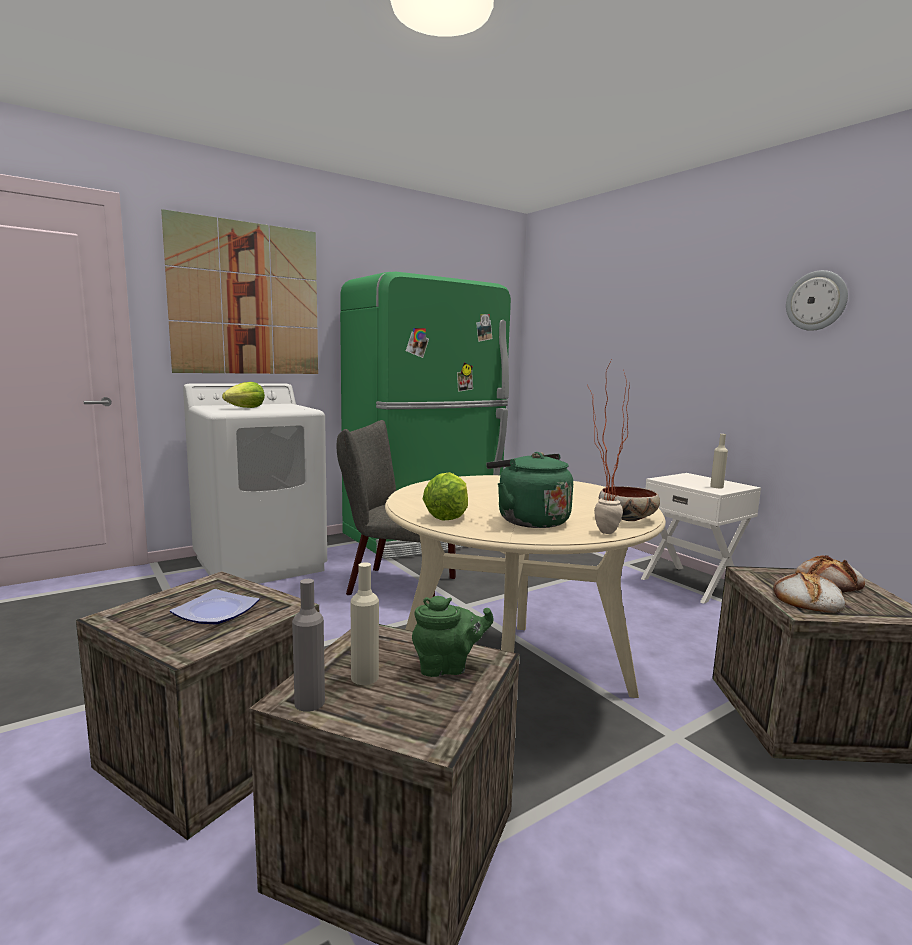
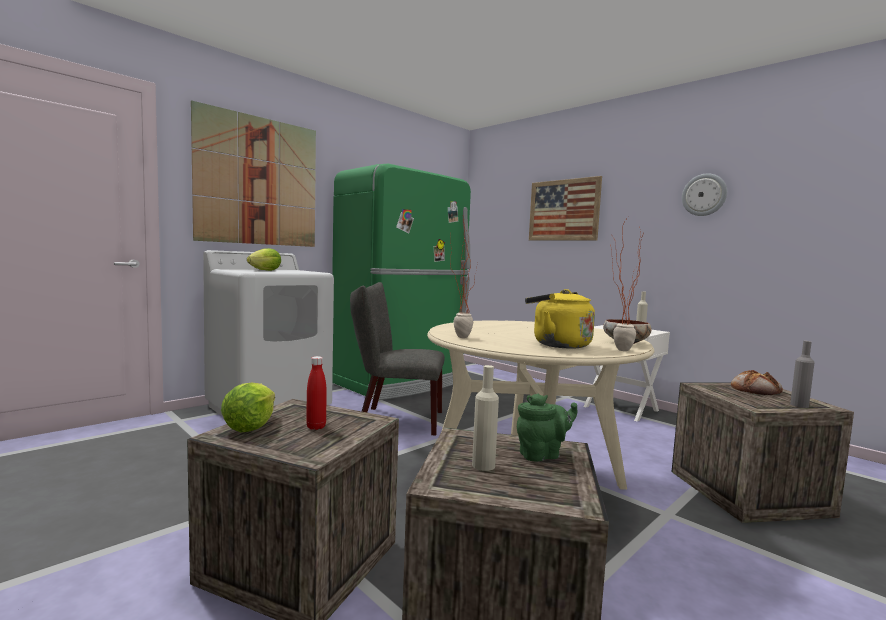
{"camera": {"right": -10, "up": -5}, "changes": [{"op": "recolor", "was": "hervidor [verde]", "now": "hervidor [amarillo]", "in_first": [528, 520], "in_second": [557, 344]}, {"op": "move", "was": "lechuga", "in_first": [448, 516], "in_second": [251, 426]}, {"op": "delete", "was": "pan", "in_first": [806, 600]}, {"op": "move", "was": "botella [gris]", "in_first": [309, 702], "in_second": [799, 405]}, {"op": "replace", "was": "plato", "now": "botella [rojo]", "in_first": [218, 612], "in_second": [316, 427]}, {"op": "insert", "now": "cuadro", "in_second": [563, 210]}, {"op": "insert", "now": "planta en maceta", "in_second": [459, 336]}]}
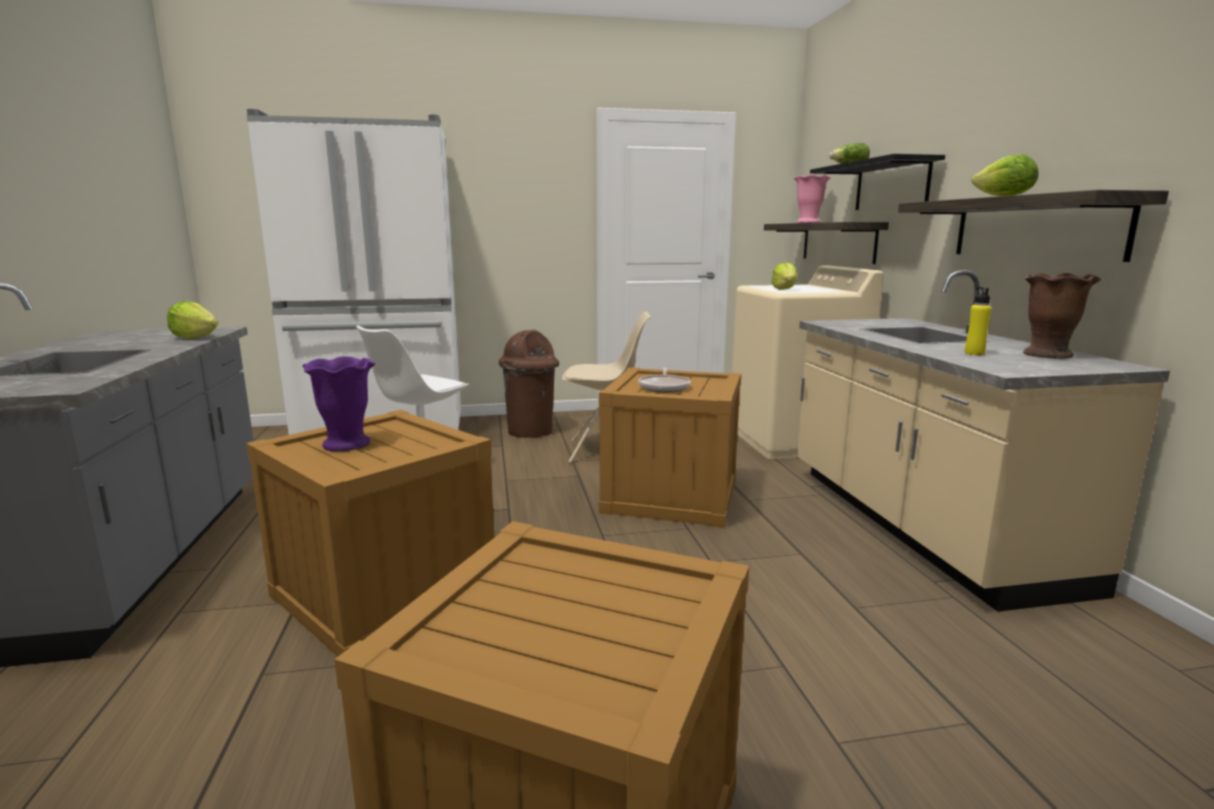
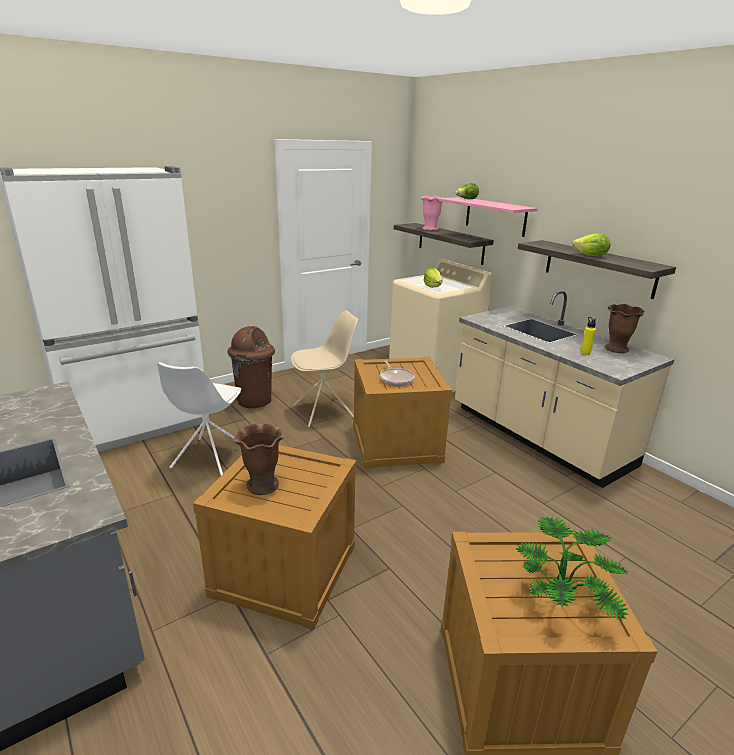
{"camera": {"right": -25, "up": 10}, "changes": [{"op": "recolor", "was": "estante [negro]", "now": "estante [rosa]", "in_first": [891, 185], "in_second": [495, 216]}, {"op": "delete", "was": "lechuga", "in_first": [195, 338]}, {"op": "recolor", "was": "florero [morado]", "now": "florero [marrón]", "in_first": [347, 444], "in_second": [262, 485]}, {"op": "insert", "now": "planta en maceta", "in_second": [564, 598]}]}
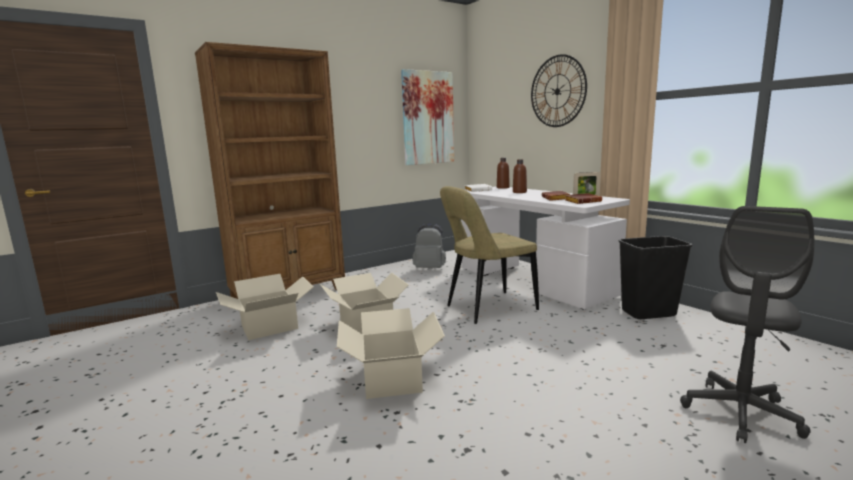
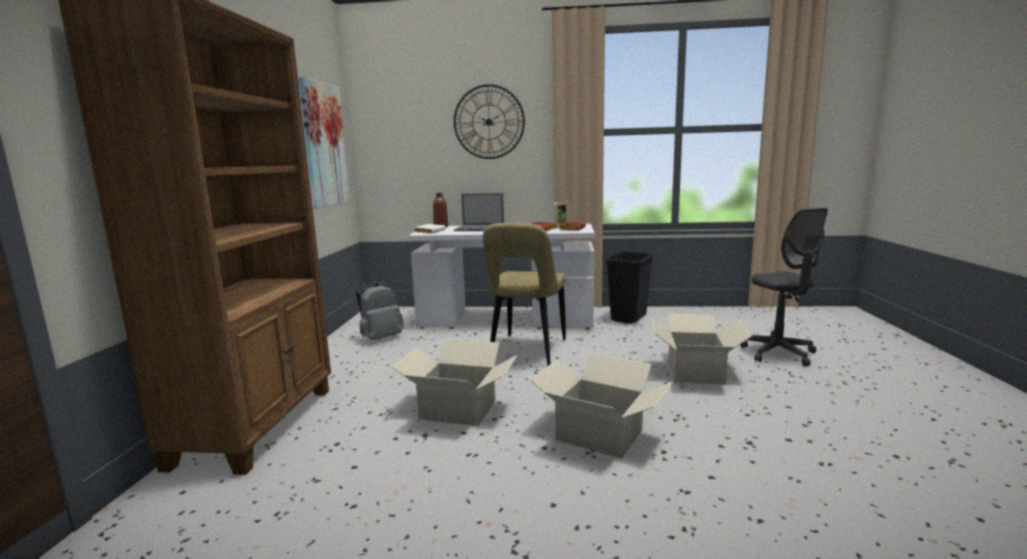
{"camera": {"right": -50, "up": 0}, "changes": [{"op": "replace", "was": "botella [marrón]", "now": "portátil", "in_first": [519, 192], "in_second": [480, 228]}, {"op": "move", "was": "caja de cartón", "in_first": [269, 327], "in_second": [696, 372]}]}
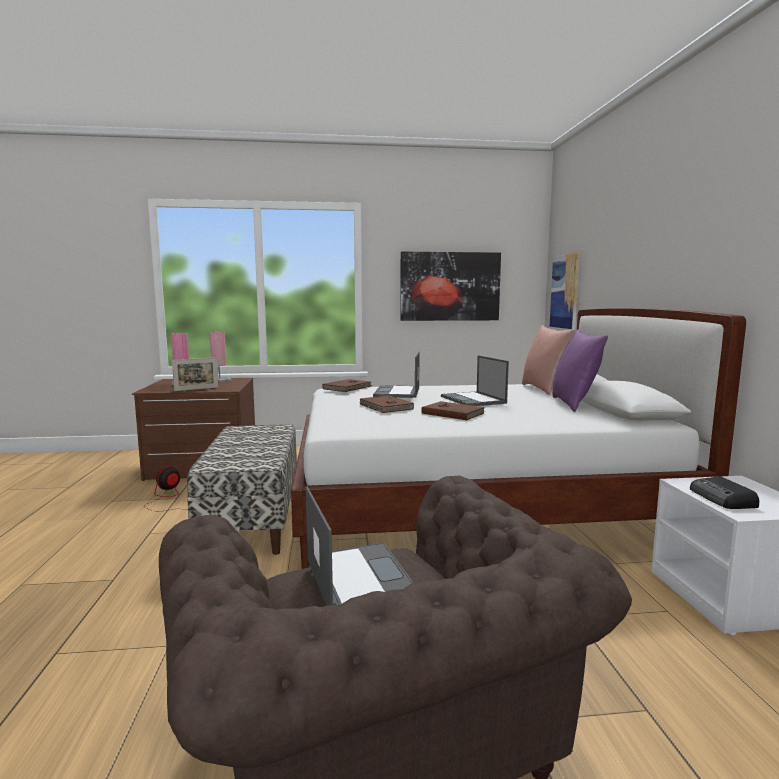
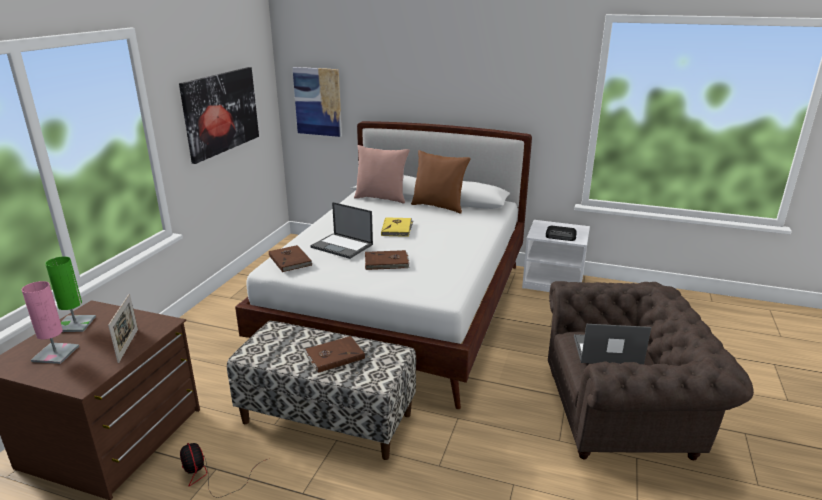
{"camera": {"right": -65, "up": 15}, "changes": [{"op": "recolor", "was": "cojín [morado]", "now": "cojín [marrón]", "in_first": [574, 404], "in_second": [439, 206]}, {"op": "recolor", "was": "lámpara de mesa [rosa]", "now": "lámpara de mesa [verde]", "in_first": [219, 380], "in_second": [75, 324]}, {"op": "replace", "was": "portátil", "now": "libro [amarillo]", "in_first": [473, 400], "in_second": [397, 228]}, {"op": "move", "was": "libro [marrón]", "in_first": [452, 413], "in_second": [334, 356]}]}
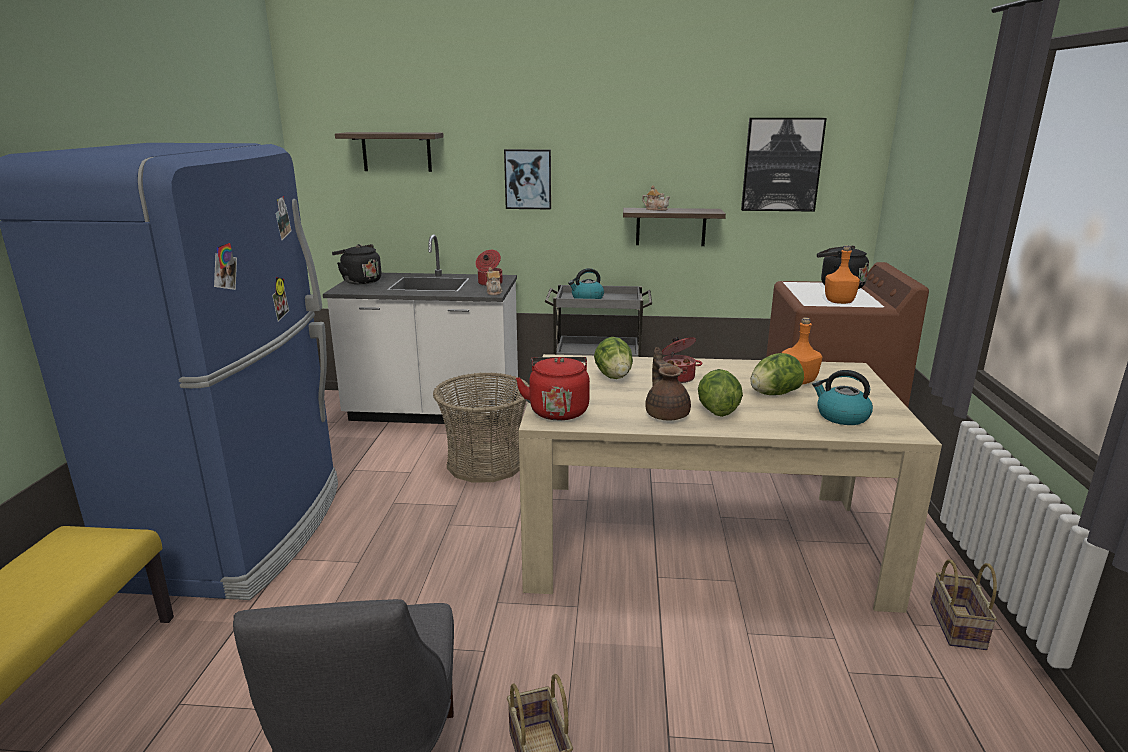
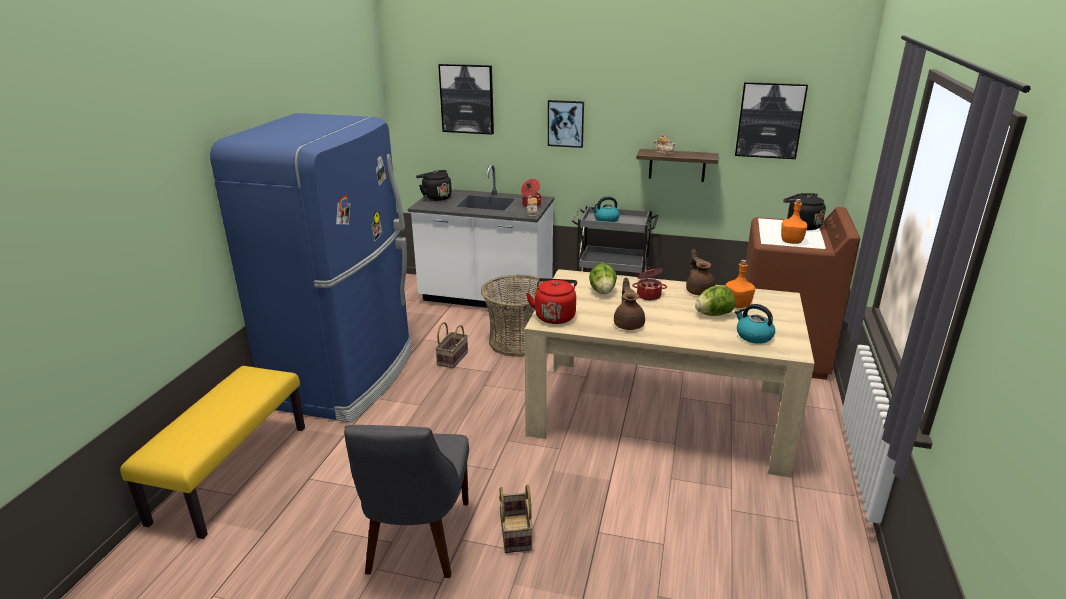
{"camera": {"right": 10, "up": 5}, "changes": [{"op": "replace", "was": "estante", "now": "cuadro", "in_first": [396, 152], "in_second": [467, 99]}, {"op": "delete", "was": "lechuga", "in_first": [716, 411]}, {"op": "move", "was": "cesta", "in_first": [955, 624], "in_second": [452, 358]}, {"op": "insert", "now": "tetera [marrón]", "in_second": [699, 291]}]}
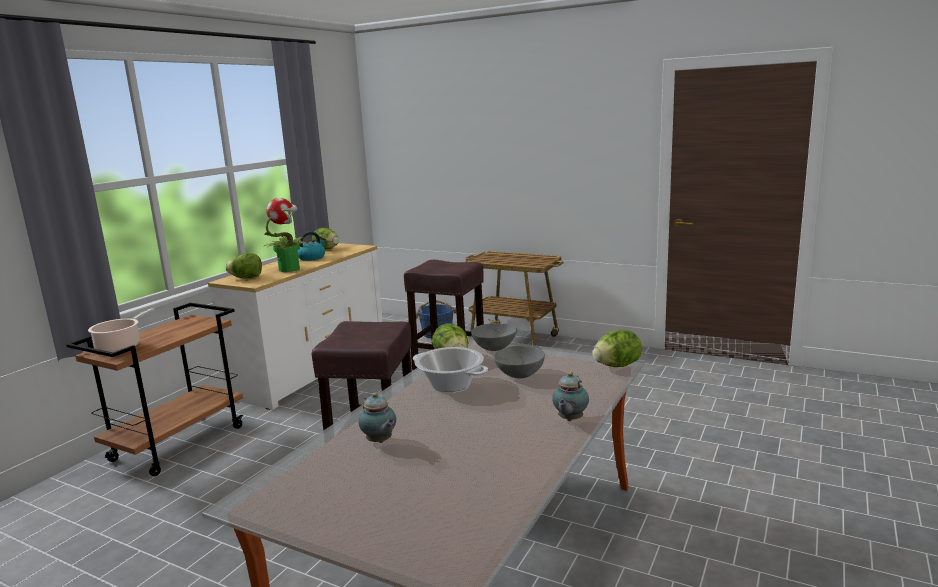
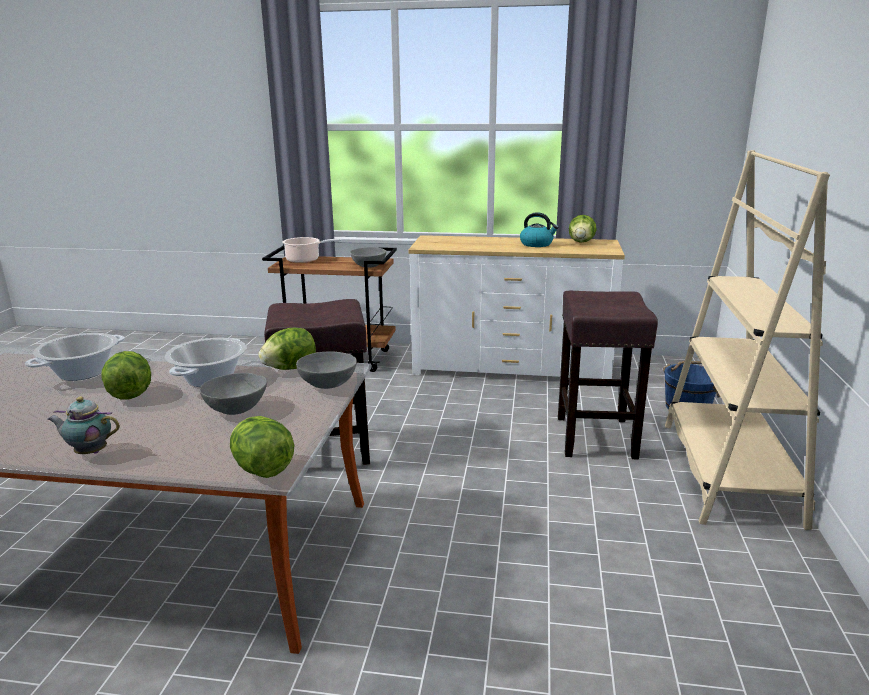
{"camera": {"right": 70, "up": 5}, "changes": [{"op": "delete", "was": "planta en maceta", "in_first": [289, 269]}, {"op": "replace", "was": "carrito", "now": "estantería [beis]", "in_first": [515, 341], "in_second": [728, 472]}, {"op": "move", "was": "lechuga", "in_first": [246, 278], "in_second": [130, 394]}, {"op": "replace", "was": "tetera", "now": "olla", "in_first": [379, 442], "in_second": [82, 373]}, {"op": "insert", "now": "cuenco [gris]", "in_second": [368, 266]}]}
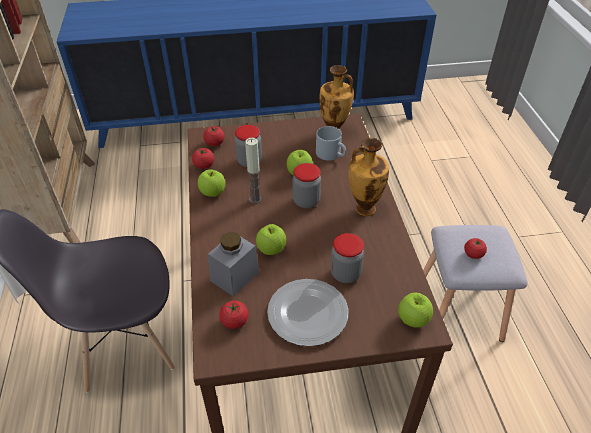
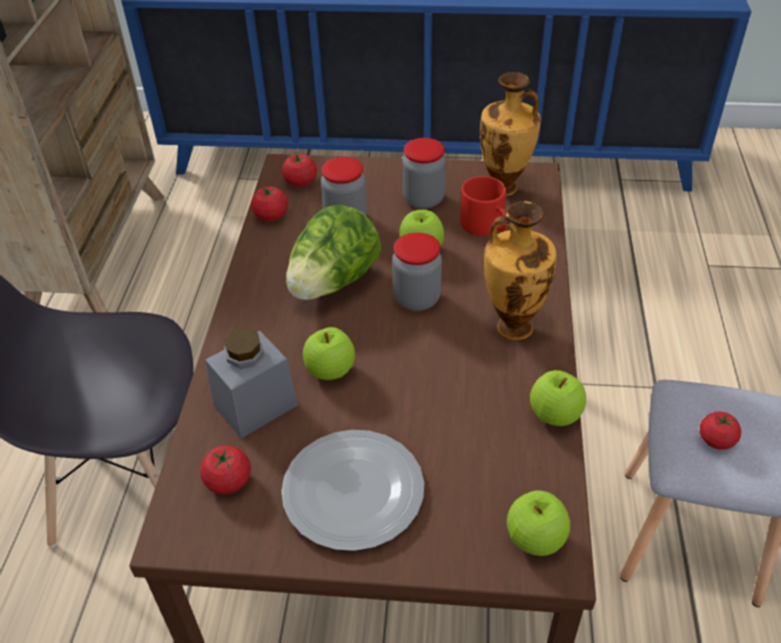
{"camera": {"right": 15, "up": 0}, "changes": [{"op": "recolor", "was": "taza grande [gris]", "now": "taza grande [rojo]", "in_first": [331, 154], "in_second": [487, 226]}, {"op": "replace", "was": "vela", "now": "lechuga", "in_first": [255, 199], "in_second": [333, 282]}, {"op": "move", "was": "manzana", "in_first": [212, 193], "in_second": [554, 415]}, {"op": "move", "was": "tarro", "in_first": [345, 274], "in_second": [423, 199]}]}
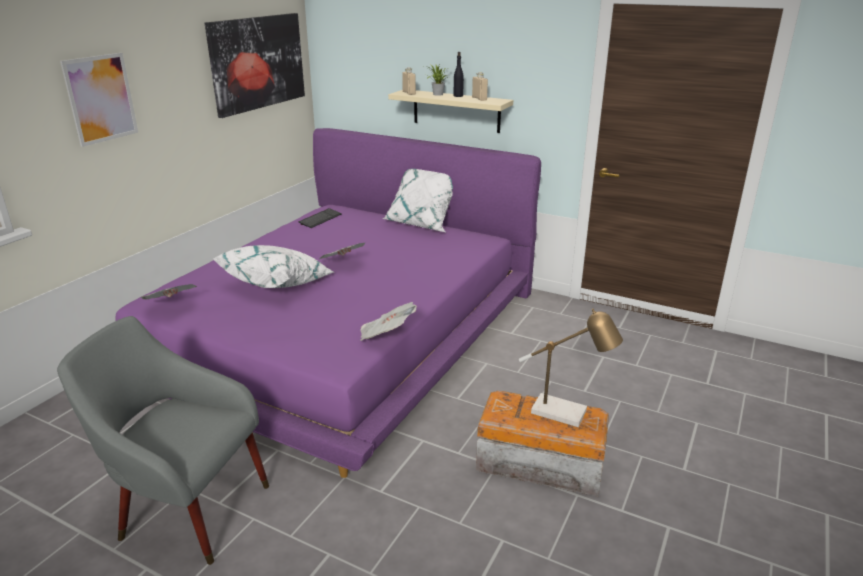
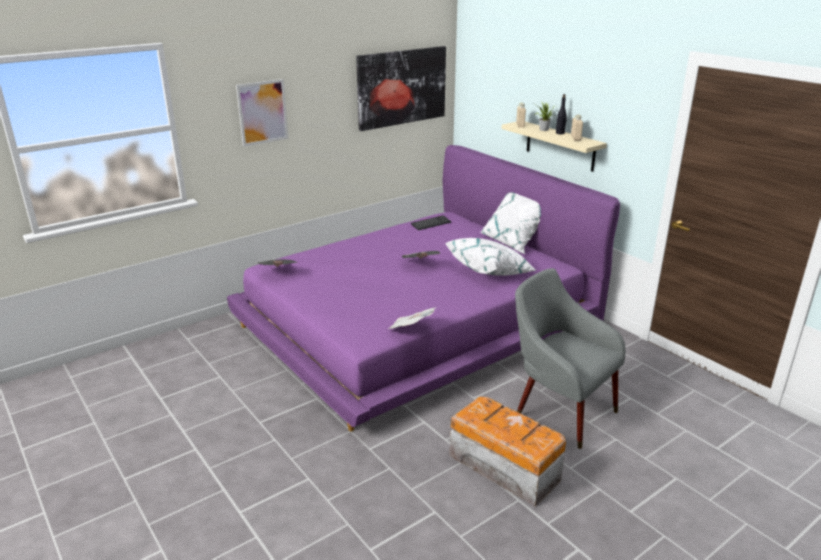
{"camera": {"right": 25, "up": 0}, "changes": [{"op": "move", "was": "cojín [blanco]", "in_first": [278, 284], "in_second": [490, 271]}, {"op": "delete", "was": "lámpara de mesa", "in_first": [566, 413]}, {"op": "move", "was": "sillón [gris]", "in_first": [188, 508], "in_second": [560, 410]}]}
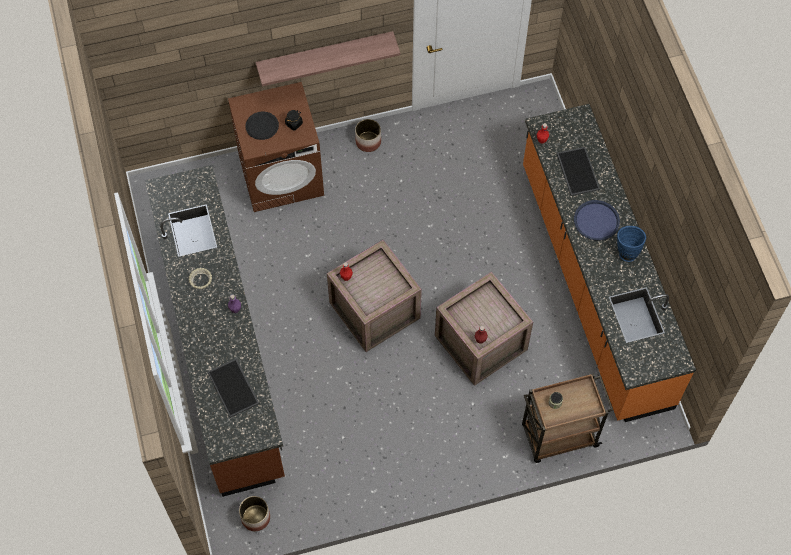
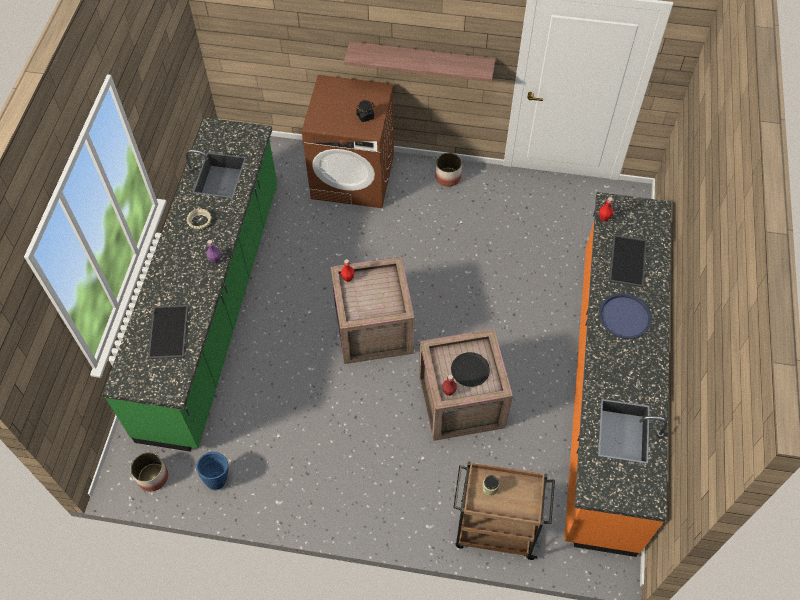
{"camera": {"right": 25, "up": -5}, "changes": [{"op": "move", "was": "plato [negro]", "in_first": [262, 126], "in_second": [470, 370]}, {"op": "recolor", "was": "mueble bajo de cocina [marrón]", "now": "mueble bajo de cocina [verde]", "in_first": [222, 349], "in_second": [214, 306]}, {"op": "move", "was": "florero [azul]", "in_first": [626, 251], "in_second": [218, 478]}]}
